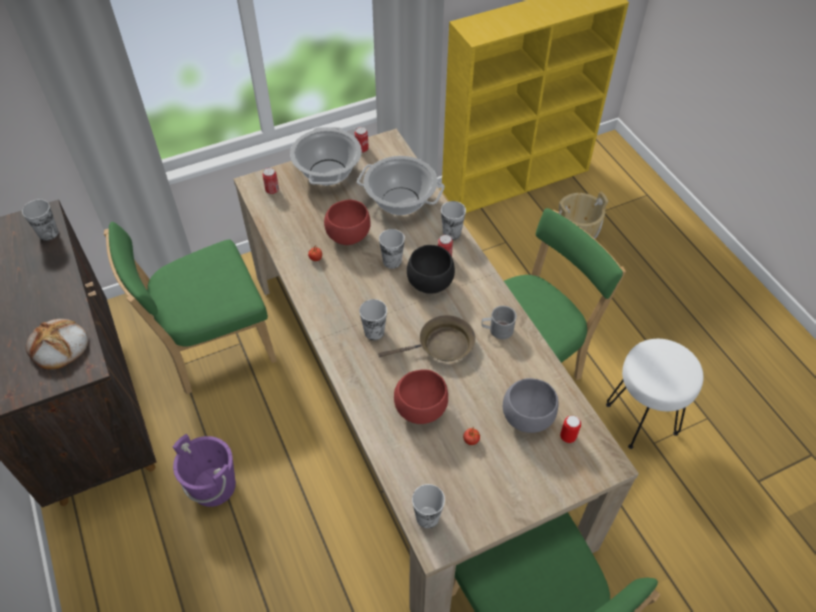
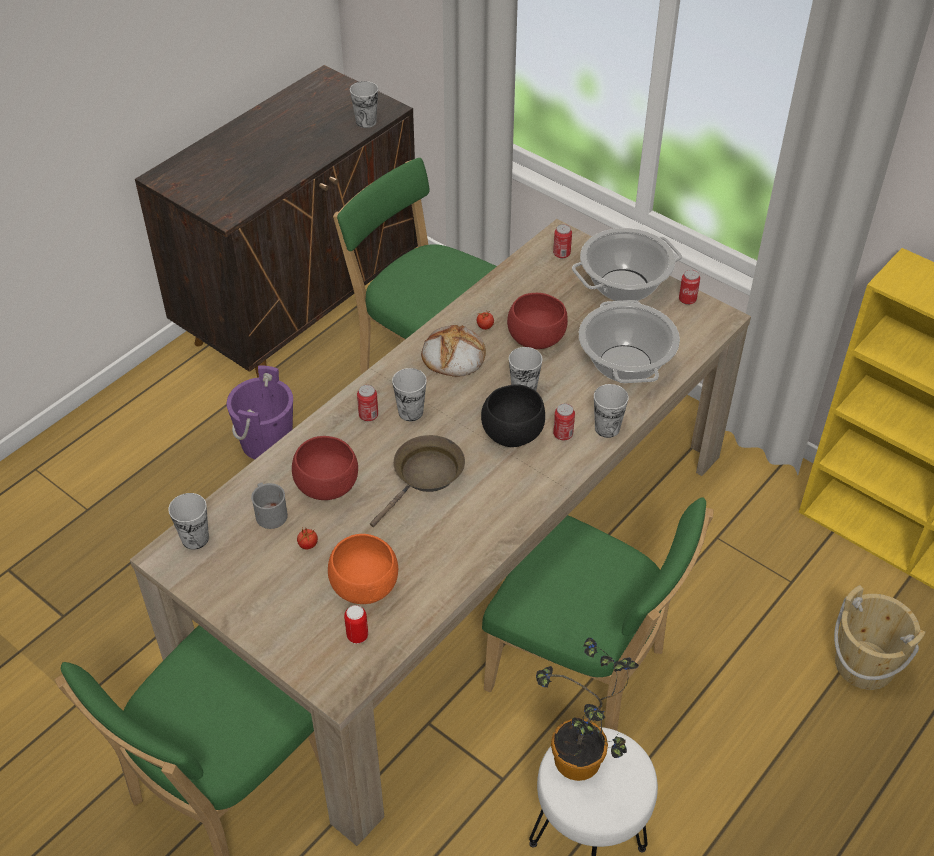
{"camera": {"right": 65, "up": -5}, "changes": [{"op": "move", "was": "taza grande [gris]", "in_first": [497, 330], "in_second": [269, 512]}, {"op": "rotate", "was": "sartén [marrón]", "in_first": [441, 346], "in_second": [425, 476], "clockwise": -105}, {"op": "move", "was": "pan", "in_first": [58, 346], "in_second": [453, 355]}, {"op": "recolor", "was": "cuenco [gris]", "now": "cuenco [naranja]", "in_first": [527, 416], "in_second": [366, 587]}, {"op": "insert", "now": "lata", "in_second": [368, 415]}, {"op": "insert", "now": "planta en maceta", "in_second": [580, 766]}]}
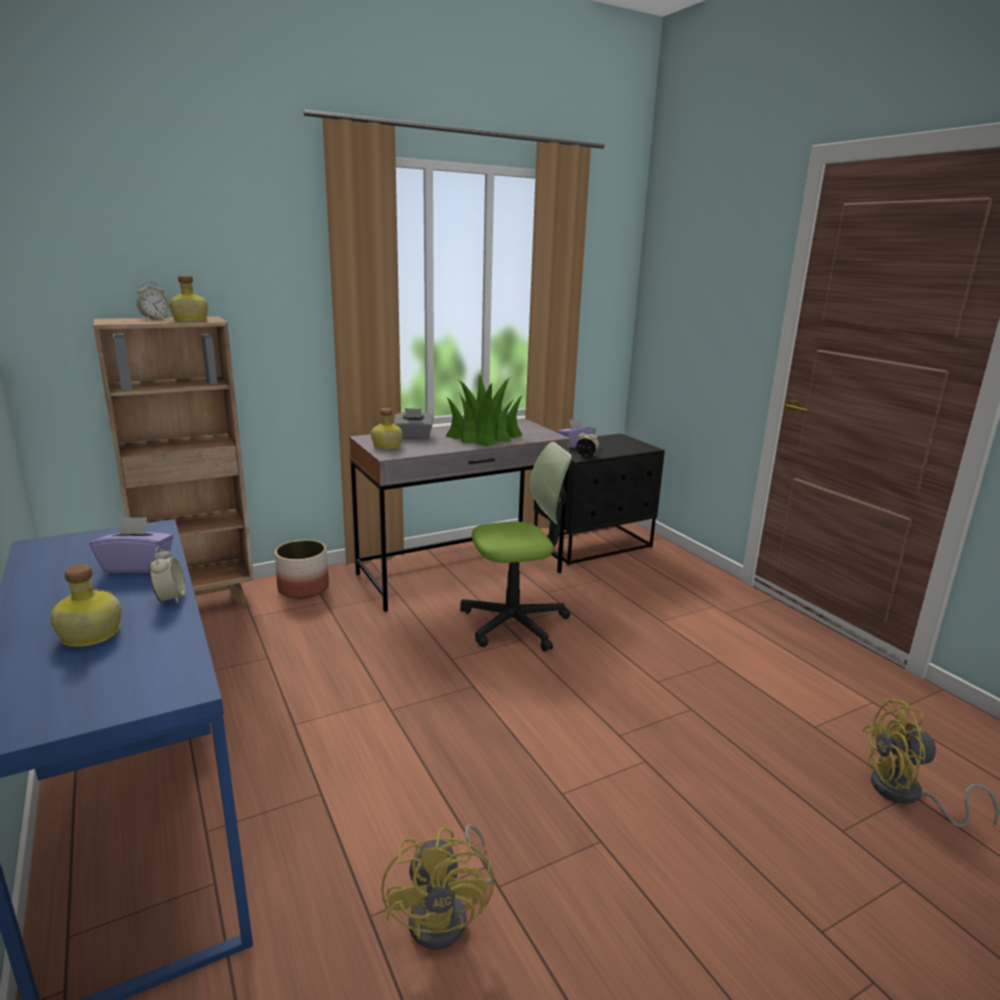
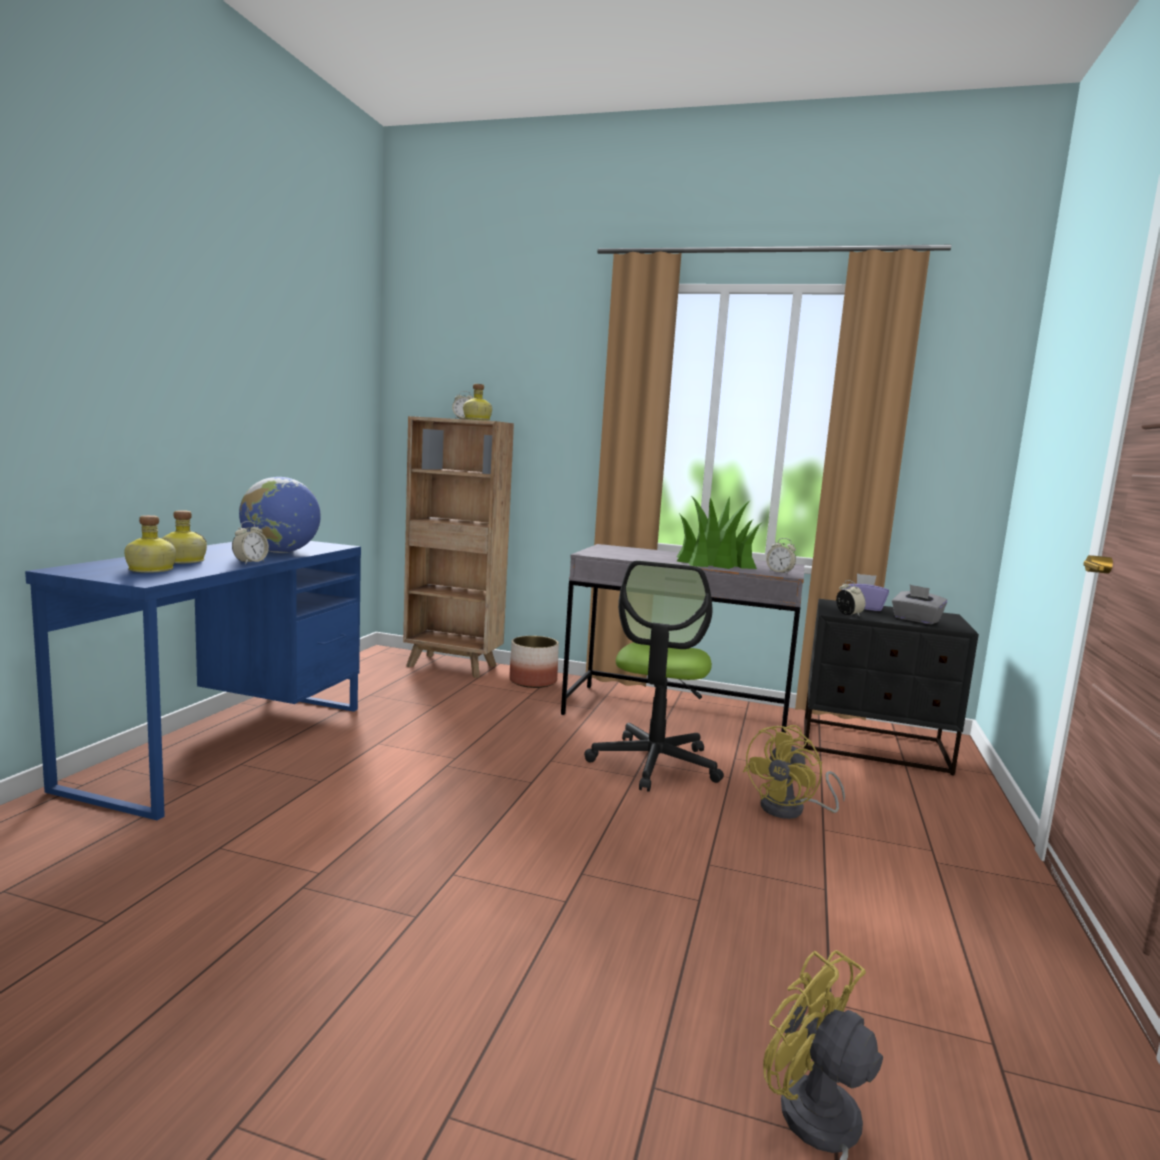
{"camera": {"right": 45, "up": -10}, "changes": [{"op": "move", "was": "botella", "in_first": [386, 446], "in_second": [149, 570]}, {"op": "move", "was": "caja de pañuelos [gris]", "in_first": [413, 436], "in_second": [916, 620]}, {"op": "rotate", "was": "silla de oficina", "in_first": [514, 623], "in_second": [654, 764], "clockwise": 75}, {"op": "replace", "was": "caja de pañuelos [morado]", "now": "globo terráqueo", "in_first": [137, 566], "in_second": [280, 552]}, {"op": "move", "was": "ventilador [amarillo]", "in_first": [448, 915], "in_second": [791, 810]}, {"op": "insert", "now": "despertador", "in_second": [779, 573]}]}
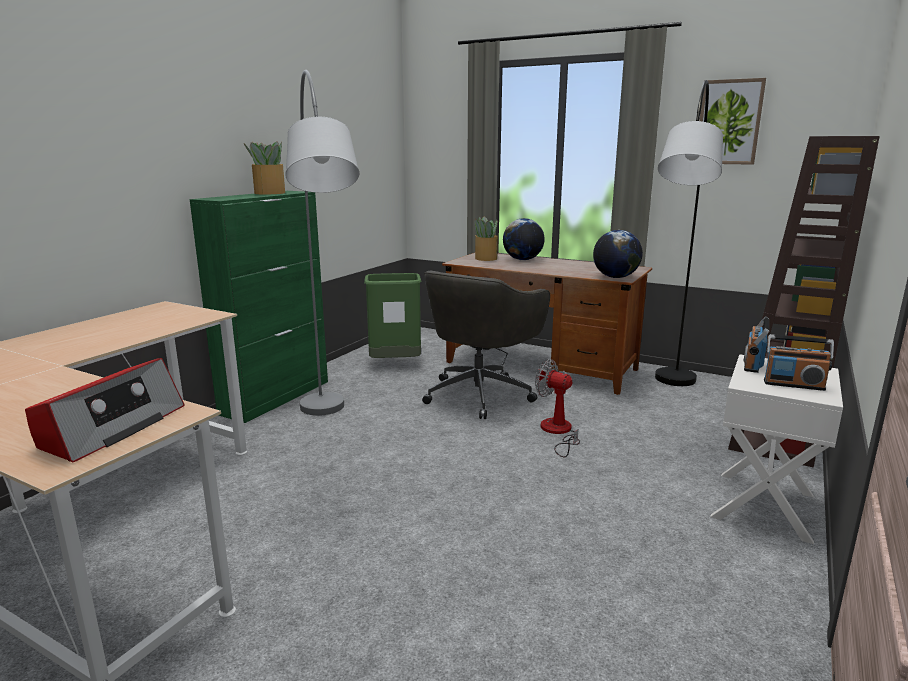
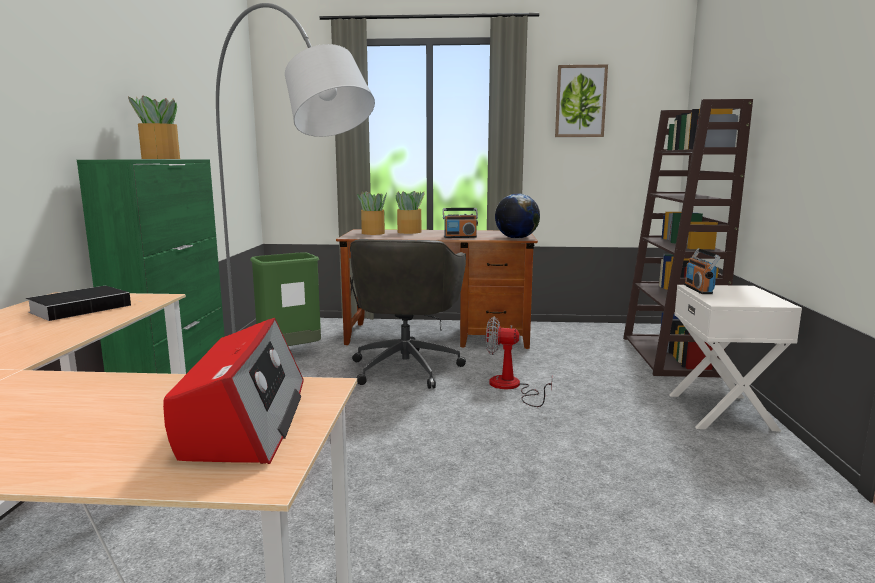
{"camera": {"right": -25, "up": -5}, "changes": [{"op": "delete", "was": "lámpara de pie [gris]", "in_first": [668, 406]}, {"op": "replace", "was": "globo terráqueo", "now": "planta en maceta", "in_first": [522, 260], "in_second": [410, 232]}, {"op": "move", "was": "radio", "in_first": [793, 385], "in_second": [460, 237]}, {"op": "insert", "now": "libro", "in_second": [83, 308]}]}
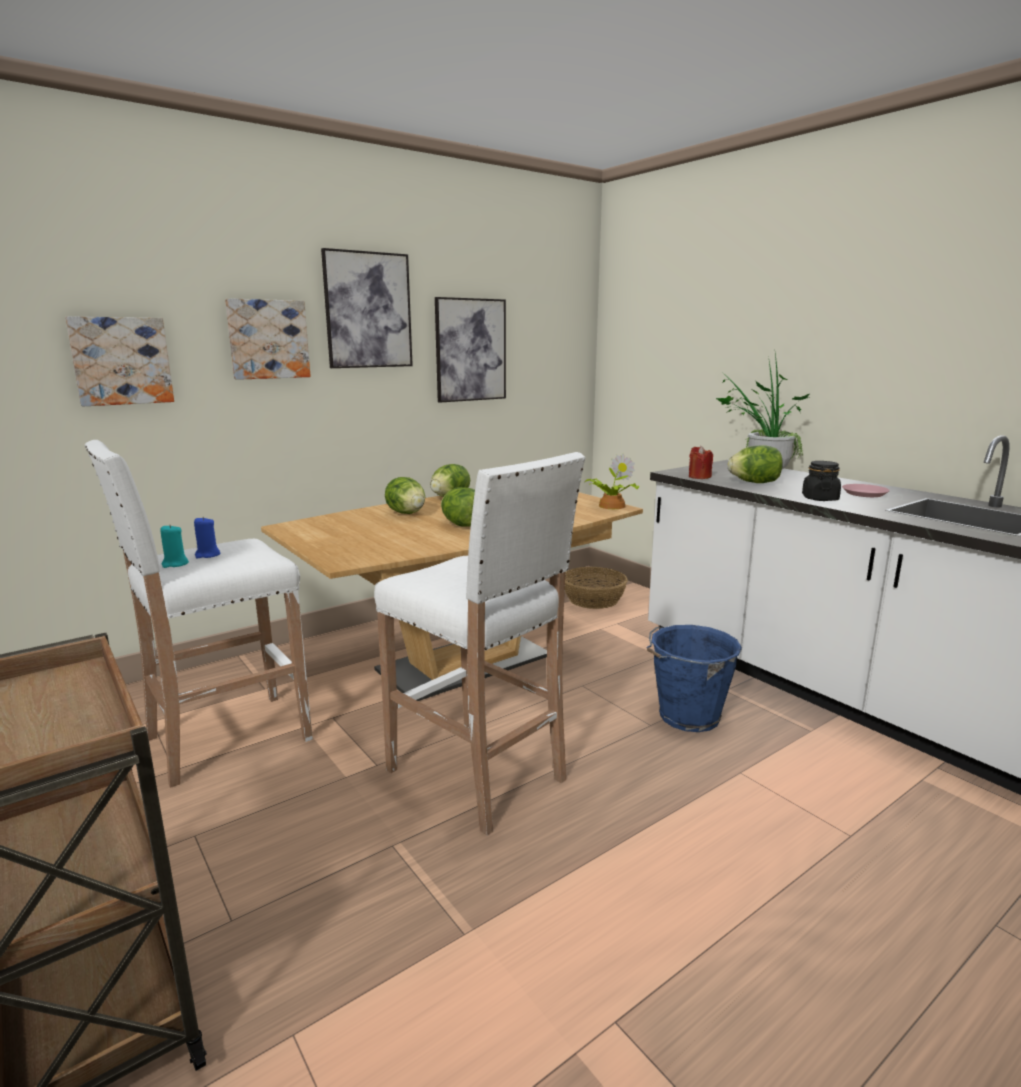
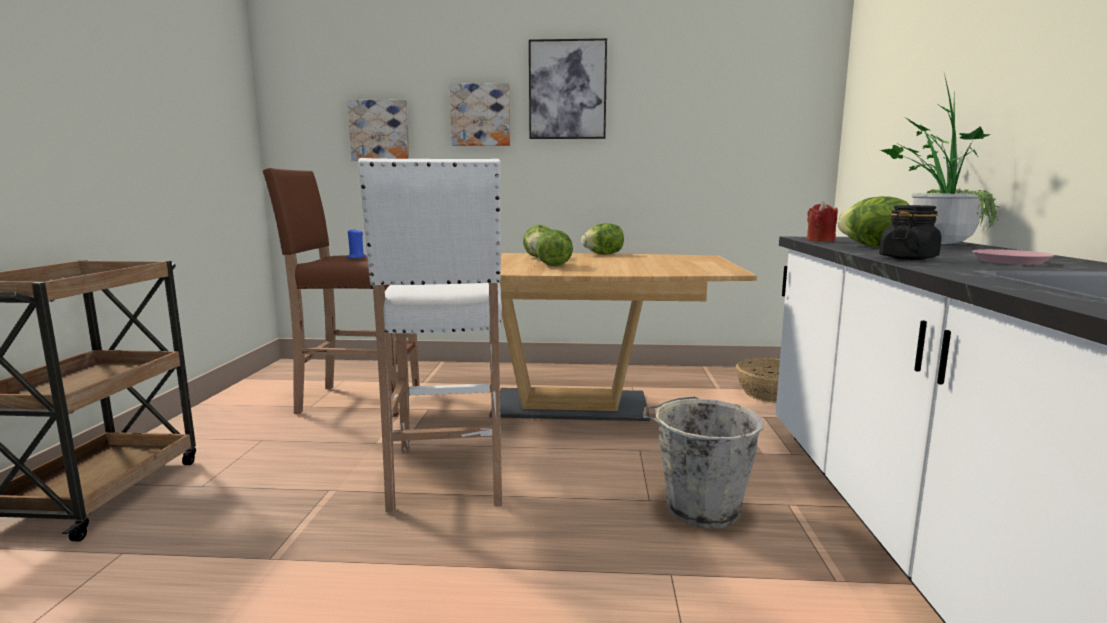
{"camera": {"right": 40, "up": -5}, "changes": [{"op": "delete", "was": "cuadro", "in_first": [470, 350]}, {"op": "recolor", "was": "taburete [blanco]", "now": "taburete [marrón]", "in_first": [225, 739], "in_second": [357, 400]}, {"op": "delete", "was": "planta en maceta", "in_first": [610, 506]}, {"op": "delete", "was": "vela [turquesa]", "in_first": [175, 564]}, {"op": "recolor", "was": "cubo [azul]", "now": "cubo [gris]", "in_first": [687, 717], "in_second": [699, 508]}]}
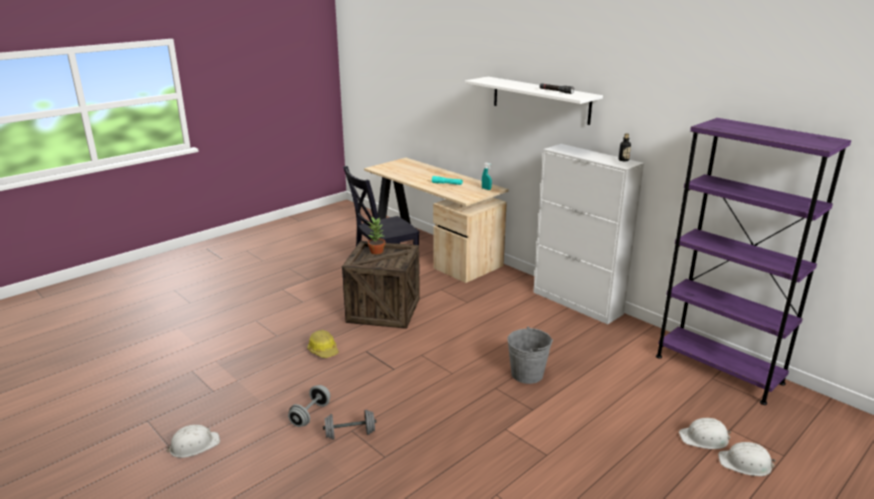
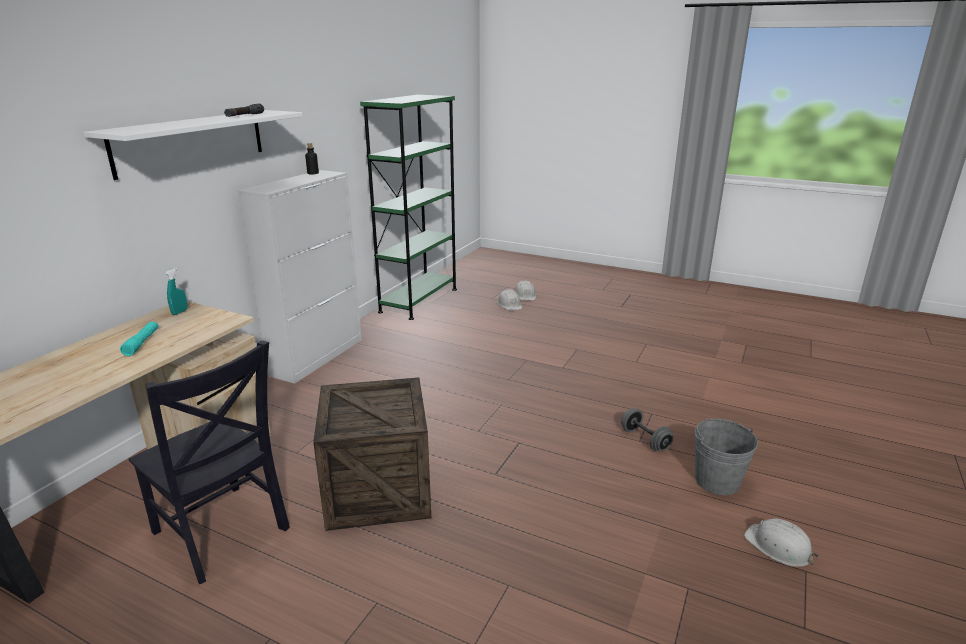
{"camera": {"right": -110, "up": 0}, "changes": [{"op": "recolor", "was": "estantería [morado]", "now": "estantería [verde]", "in_first": [718, 369], "in_second": [419, 300]}, {"op": "delete", "was": "planta en maceta", "in_first": [377, 251]}, {"op": "move", "was": "cubo [gris]", "in_first": [527, 374], "in_second": [717, 481]}, {"op": "delete", "was": "casco", "in_first": [323, 350]}, {"op": "delete", "was": "mancuerna [gris]", "in_first": [310, 415]}]}
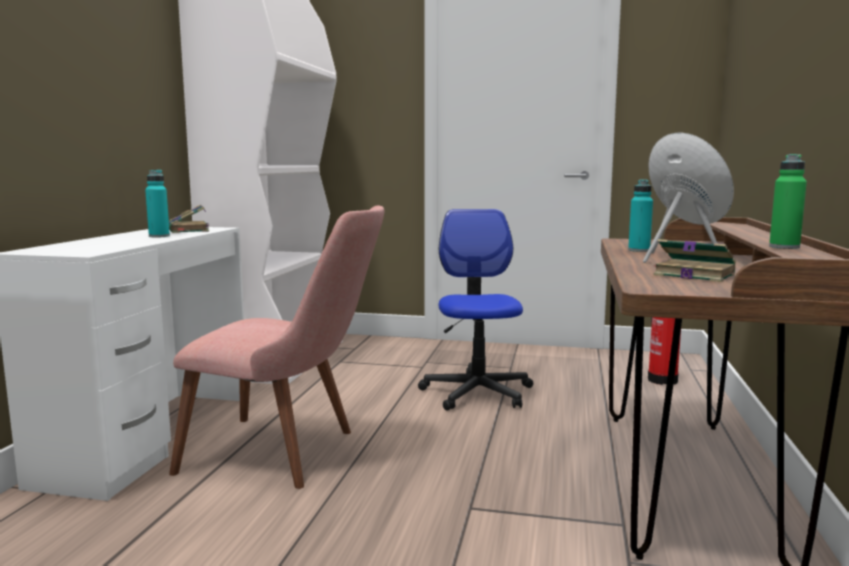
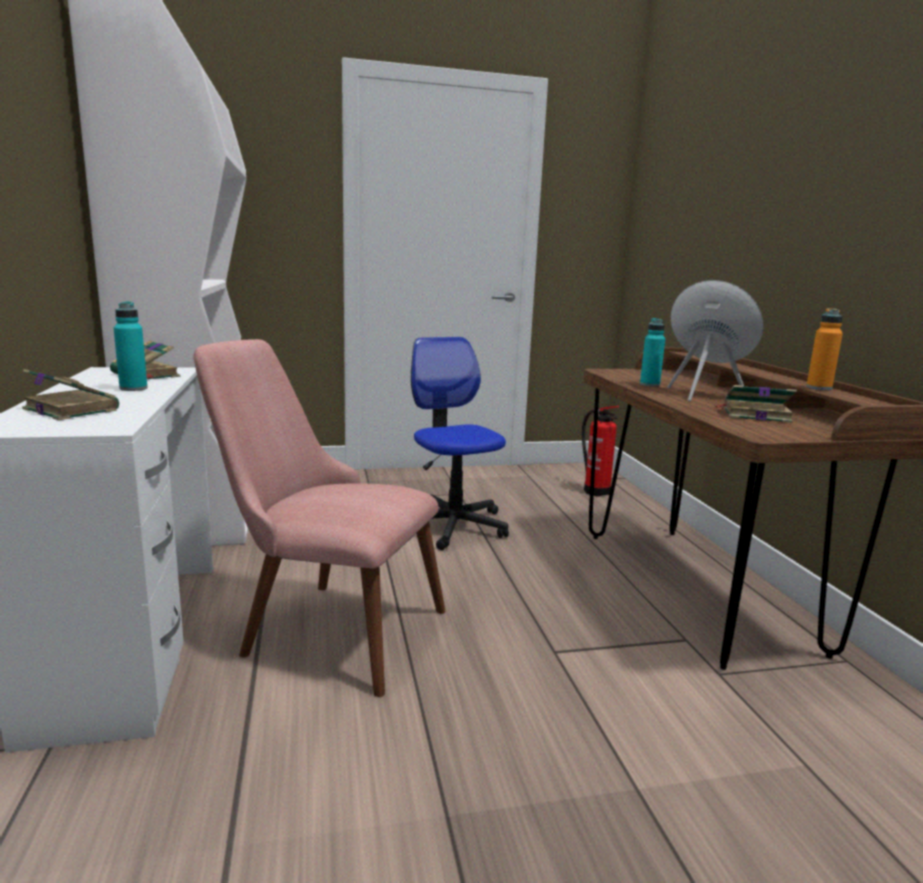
{"camera": {"right": -25, "up": 5}, "changes": [{"op": "recolor", "was": "botella [verde]", "now": "botella [naranja]", "in_first": [784, 247], "in_second": [819, 388]}, {"op": "rotate", "was": "silla [rosa]", "in_first": [289, 452], "in_second": [323, 627], "clockwise": -150}, {"op": "insert", "now": "libro", "in_second": [70, 409]}]}
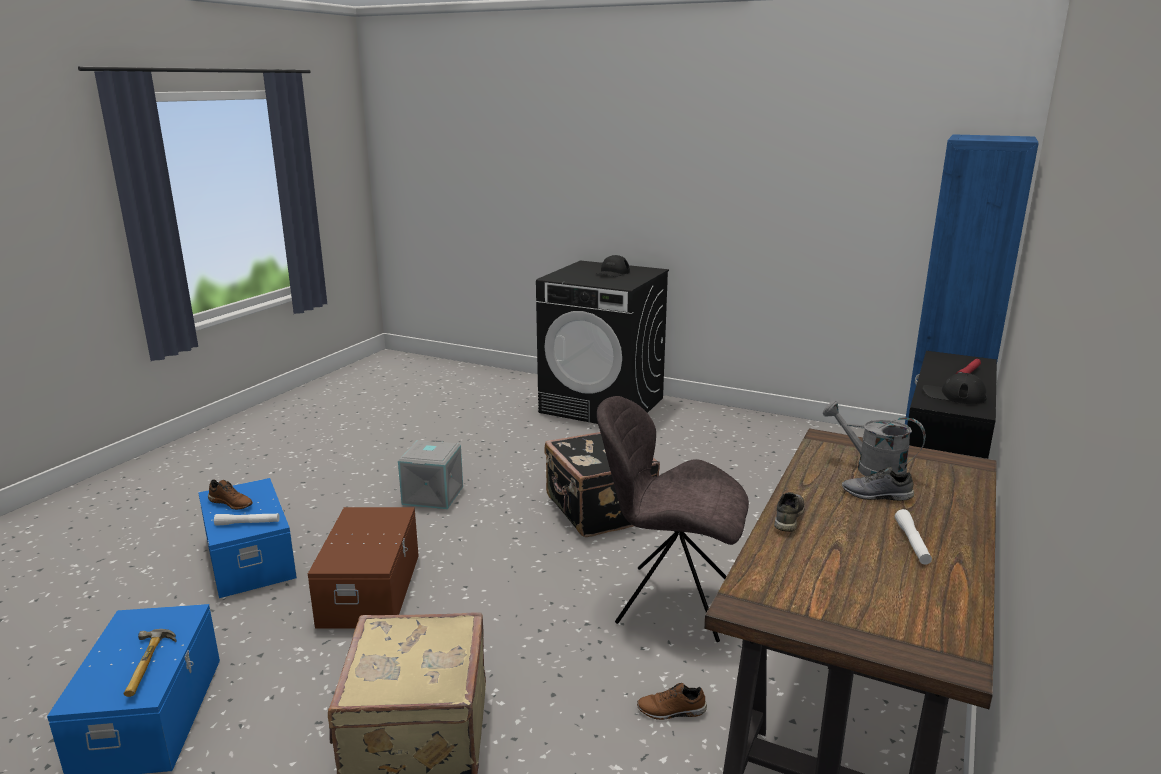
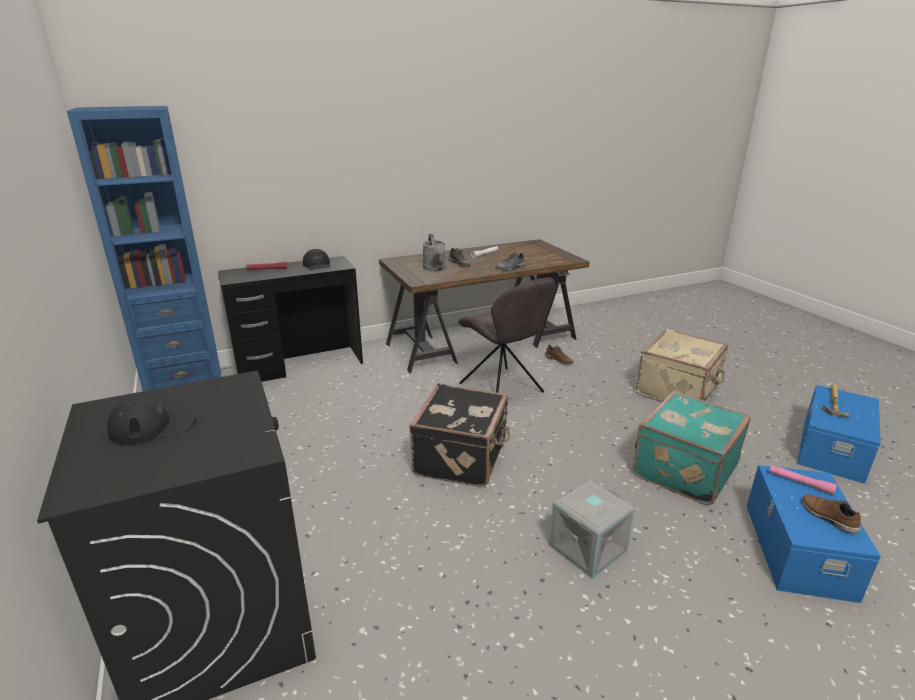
{"camera": {"right": -140, "up": 5}, "changes": [{"op": "replace", "was": "caja de almacenaje [marrón]", "now": "maleta [turquesa]", "in_first": [372, 589], "in_second": [682, 470]}, {"op": "recolor", "was": "linterna [blanco]", "now": "linterna [rosa]", "in_first": [248, 523], "in_second": [800, 483]}]}
